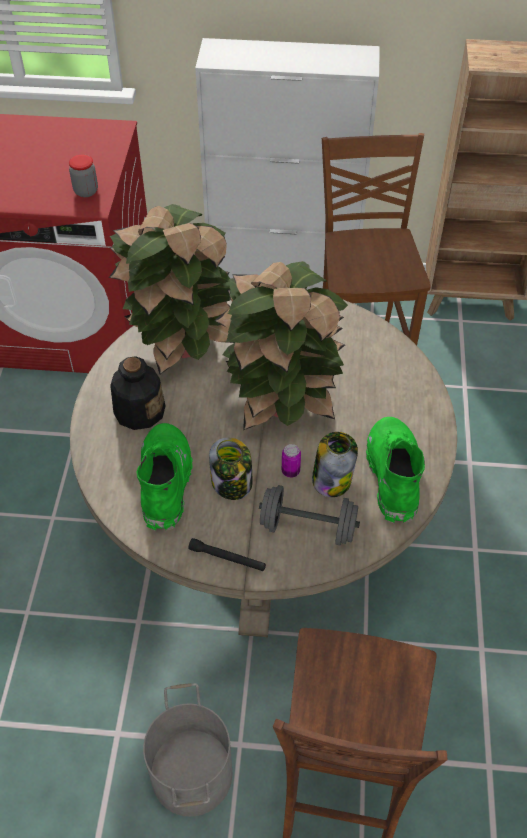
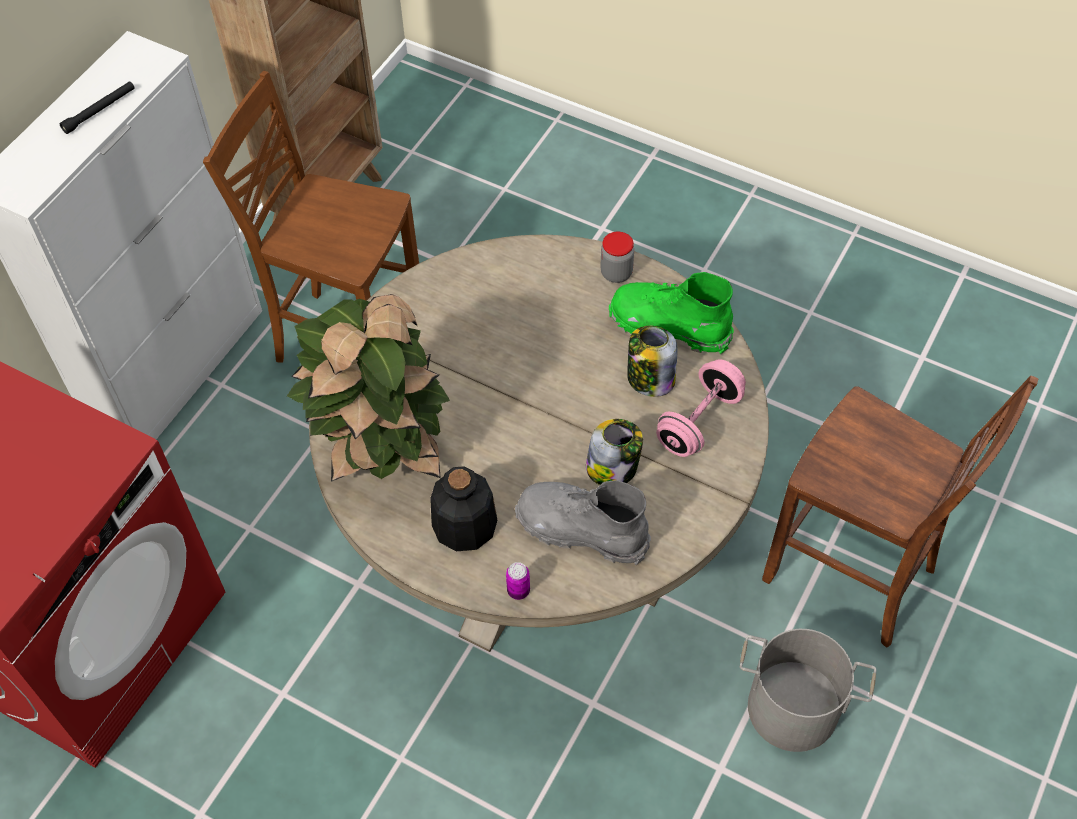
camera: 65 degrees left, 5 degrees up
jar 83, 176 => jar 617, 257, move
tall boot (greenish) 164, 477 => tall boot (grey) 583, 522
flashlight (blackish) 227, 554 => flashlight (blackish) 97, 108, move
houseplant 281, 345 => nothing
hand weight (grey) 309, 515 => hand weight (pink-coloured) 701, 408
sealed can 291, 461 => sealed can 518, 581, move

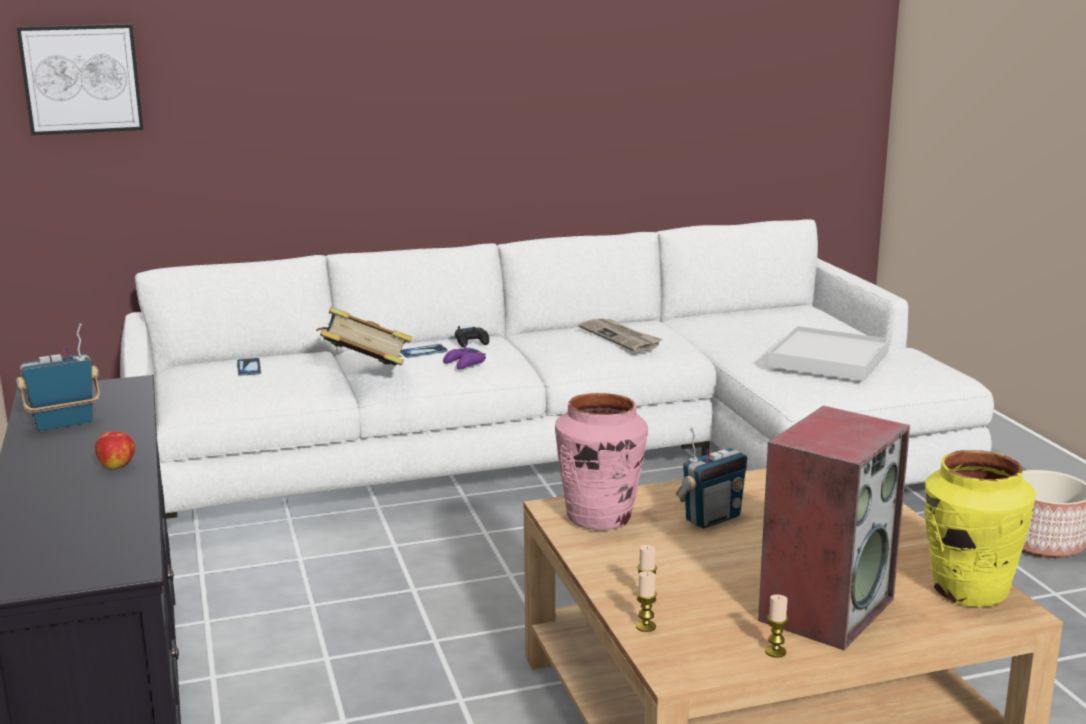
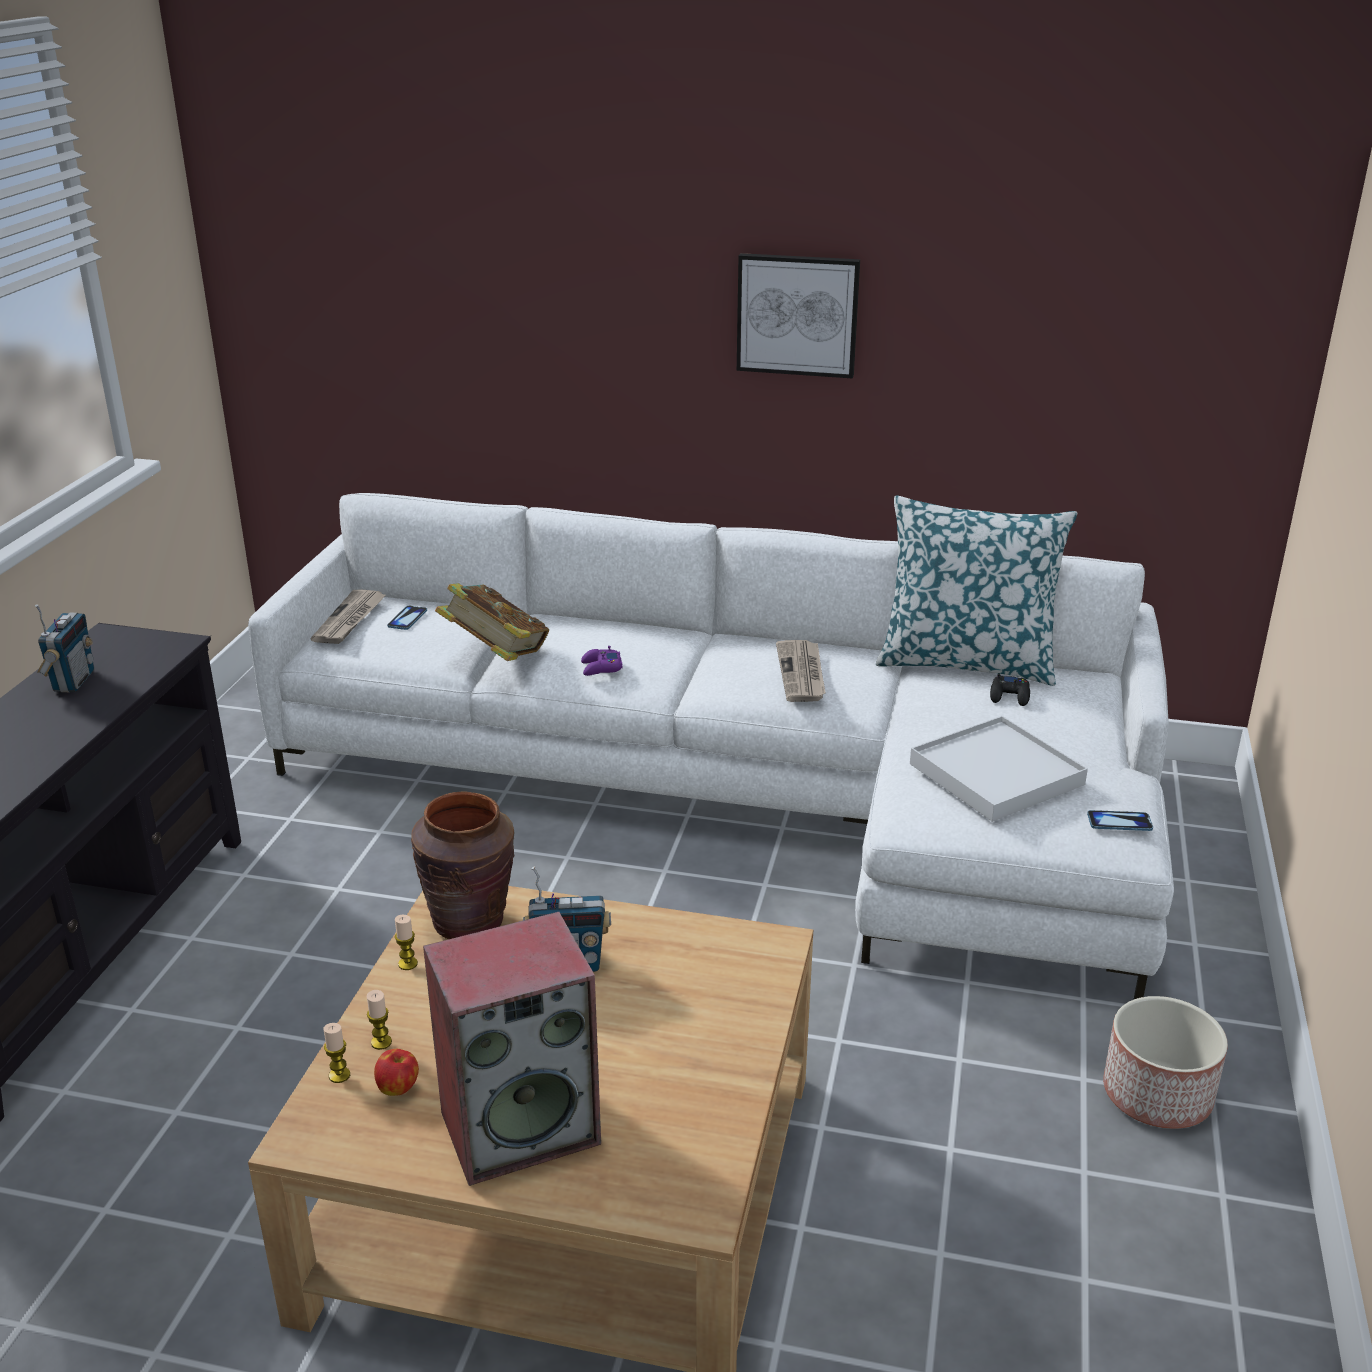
camera: 30 degrees right, 10 degrees up
radio 58, 377 => radio 64, 648, 90 degrees clockwise
wall art 80, 79 => wall art 798, 315, move
whole apple 115, 450 => whole apple 396, 1072, move
phone 423, 351 => phone 1120, 820, move
game controller (blackish) 472, 336 => game controller (blackish) 1010, 690, move
decorative vase (pink-coloured) 601, 461 => decorative vase (brown) 463, 865
candle 777, 626 => candle 406, 942, move
decorative vase (yellow-coloured) 979, 528 => nothing
nothing => newspaper 348, 617
nothing => throw pillow 976, 591

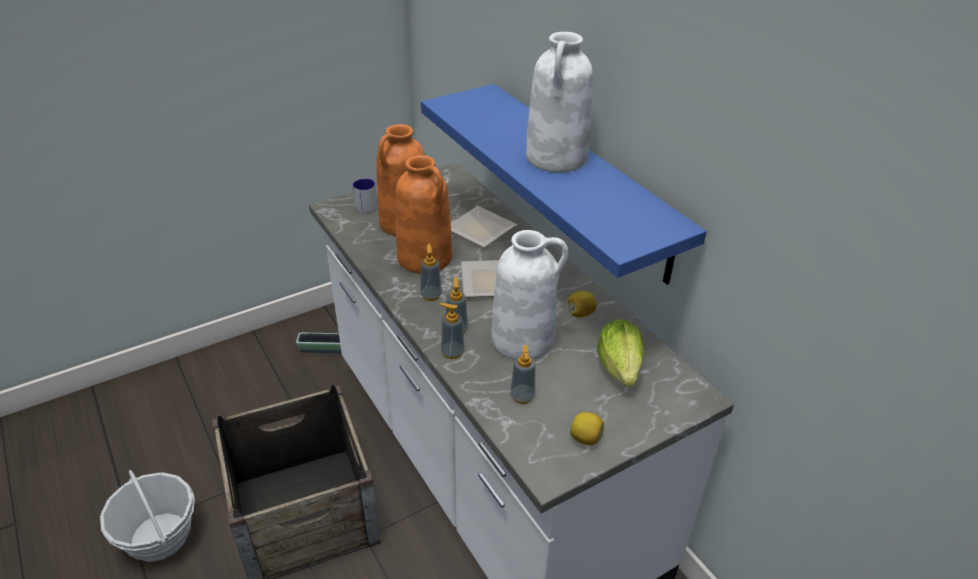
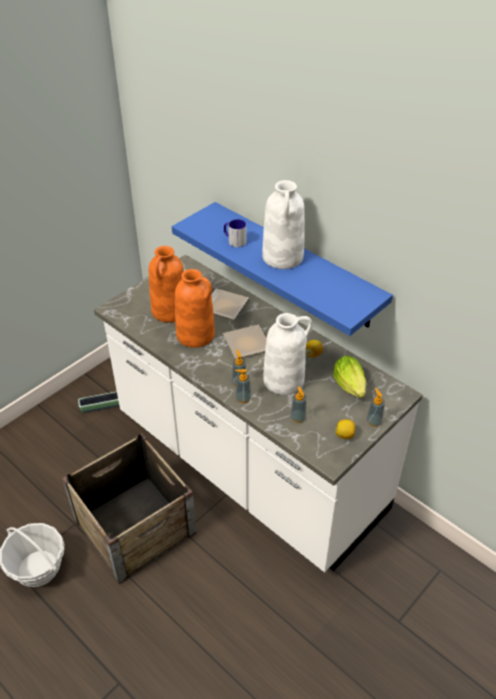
camera: 15 degrees left, 5 degrees up
mug 365, 196 => mug 235, 233, move
liquid soap bottle 431, 272 => liquid soap bottle 376, 407, move

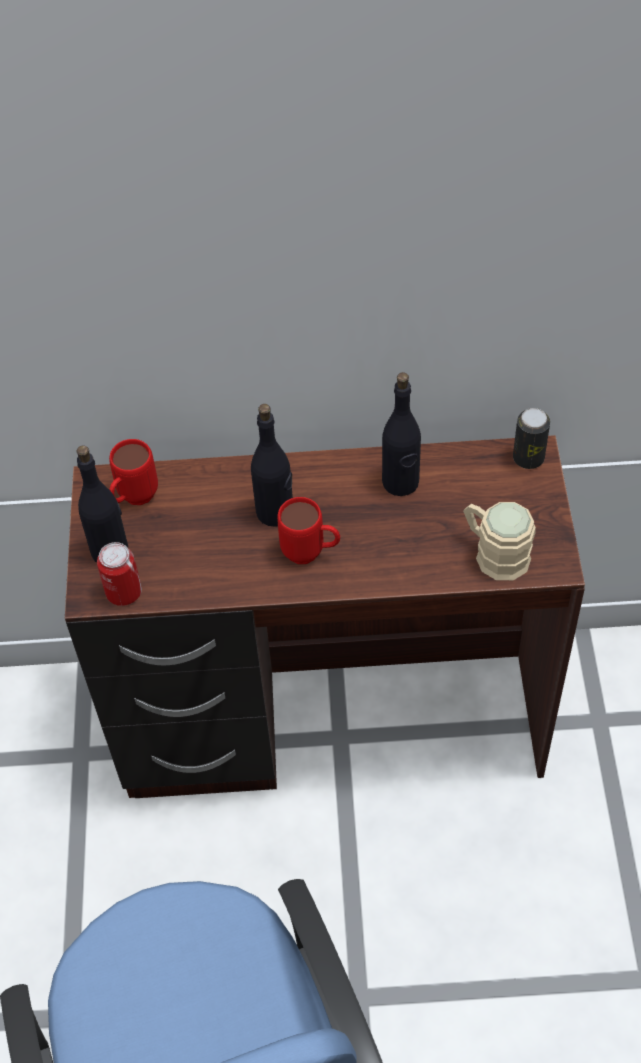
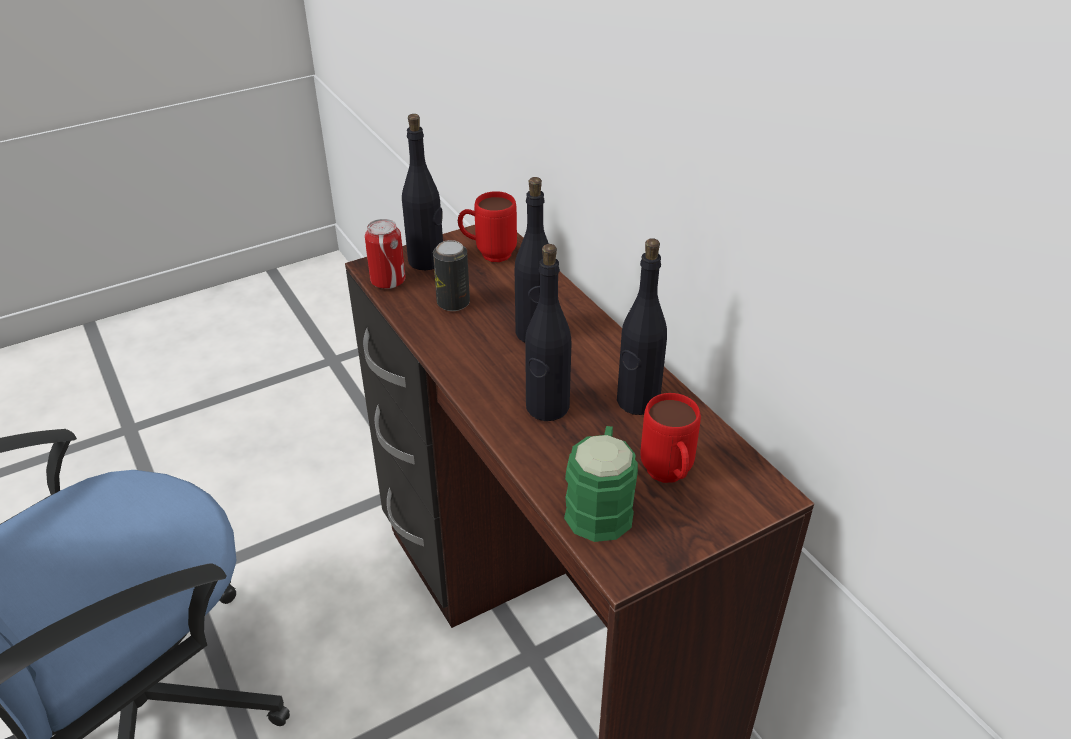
camera: 60 degrees right, 15 degrees down
mug (red-coloured) 308, 530 => mug (red-coloured) 670, 438, move
mug (beige) 499, 541 => mug (greenish) 601, 484
sealed can 531, 438 => sealed can 451, 275, move
nothing => drink bottle (blackish) 548, 332

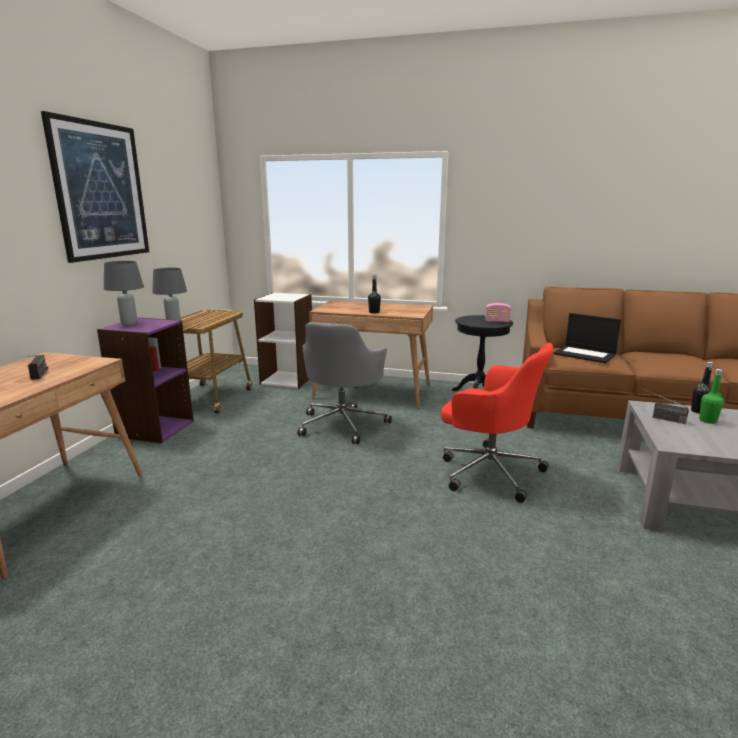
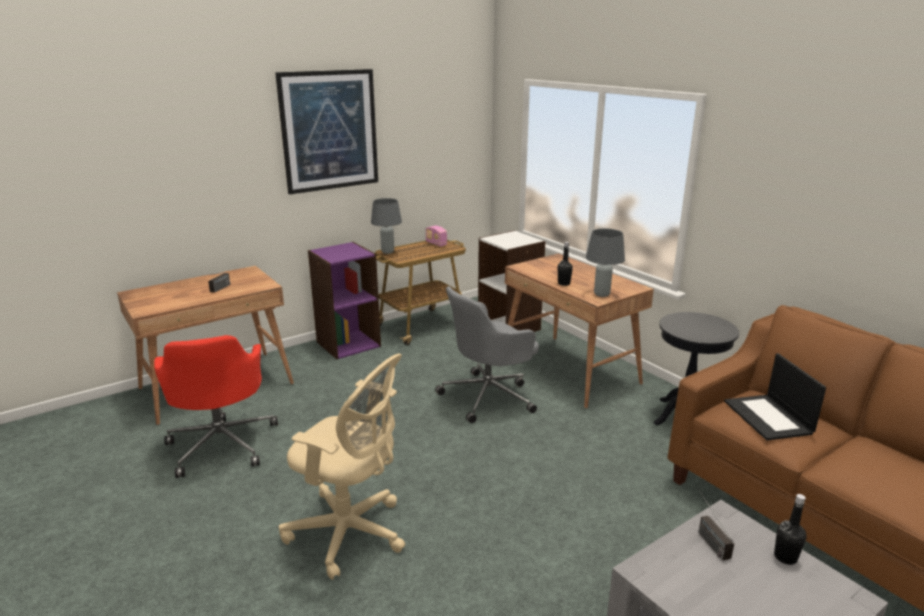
camera: 40 degrees right, 5 degrees up
tabletop lamp (grey) 124, 293 => tabletop lamp (grey) 605, 262, move
desk chair (red-coloured) 497, 423 => desk chair (red-coloured) 216, 406, move
radio 498, 312 => radio 436, 236, move
drink bottle (greenish) 711, 396 => nothing
nothing => desk chair (beige) 342, 467

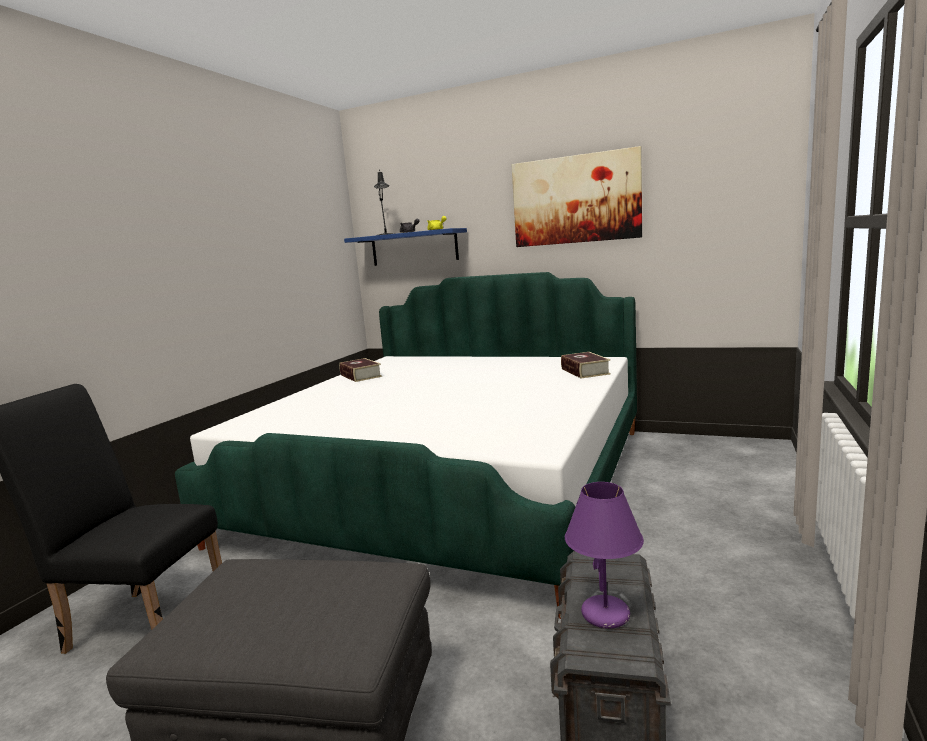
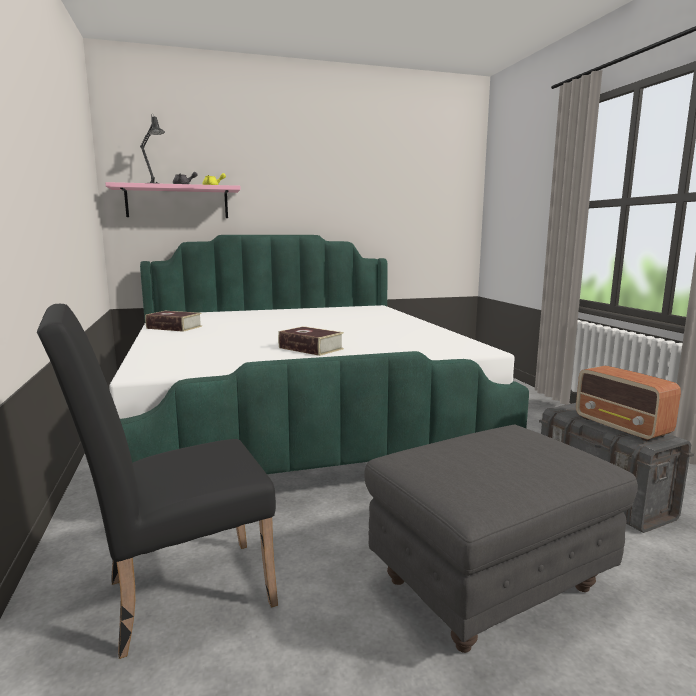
camera: 40 degrees left, 0 degrees up
shelf (blue-coloured) 405, 247 => shelf (pink-coloured) 173, 200
wall art 576, 196 => nothing
book 586, 365 => book 311, 341, move
tabletop lamp (purple-coloured) 604, 555 => radio 628, 403

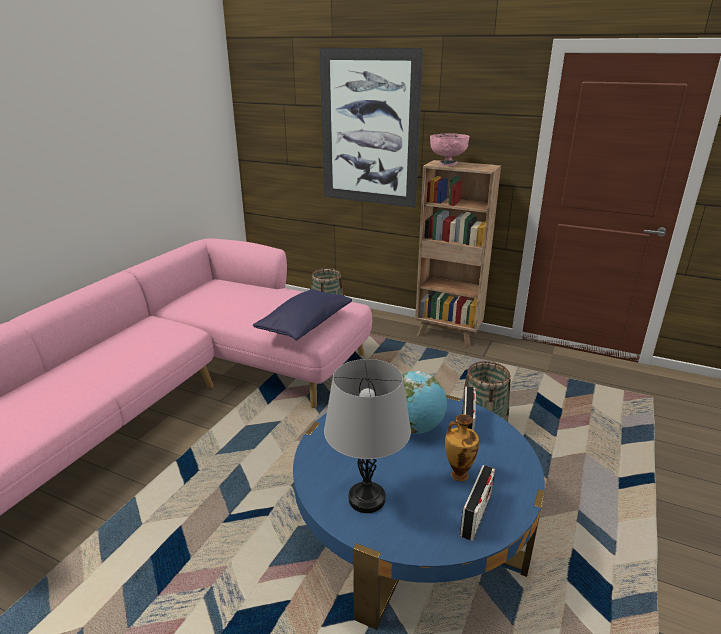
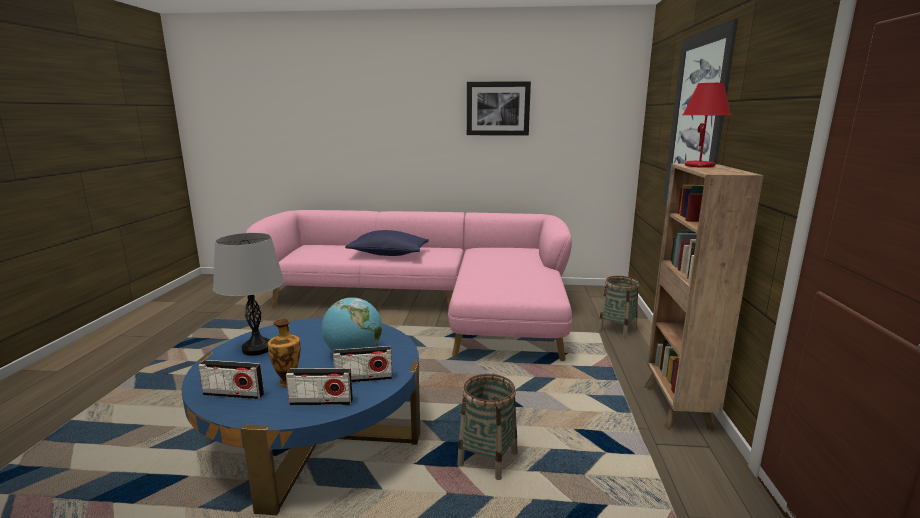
camera: 70 degrees right, 10 degrees down
throw pillow (blue-coloured) 302, 314 => throw pillow (blue-coloured) 387, 243, move
bowl (pink-coloured) 450, 149 => tabletop lamp (red-coloured) 707, 125
nothing => radio 319, 386
nothing => wall art 499, 108

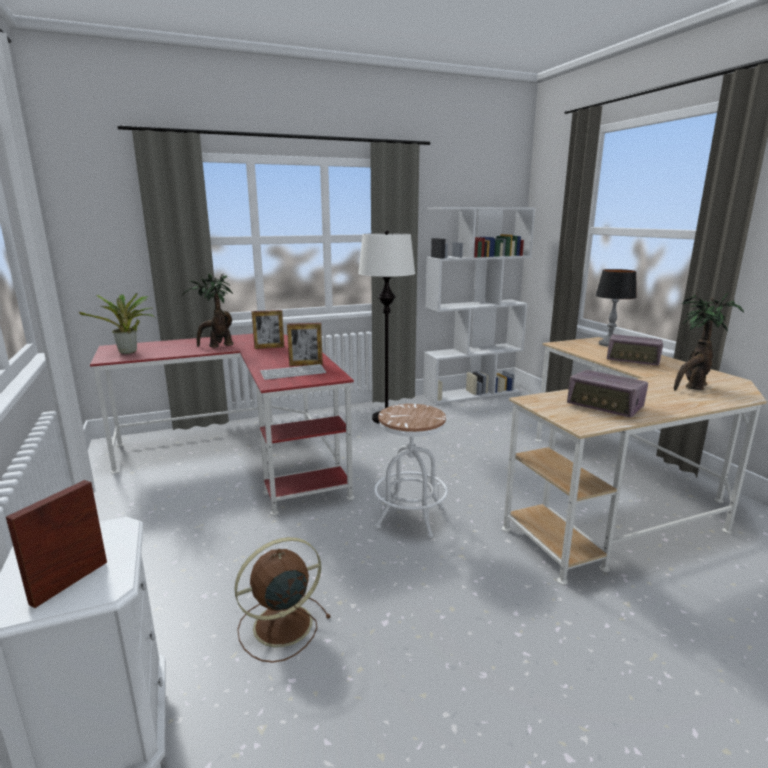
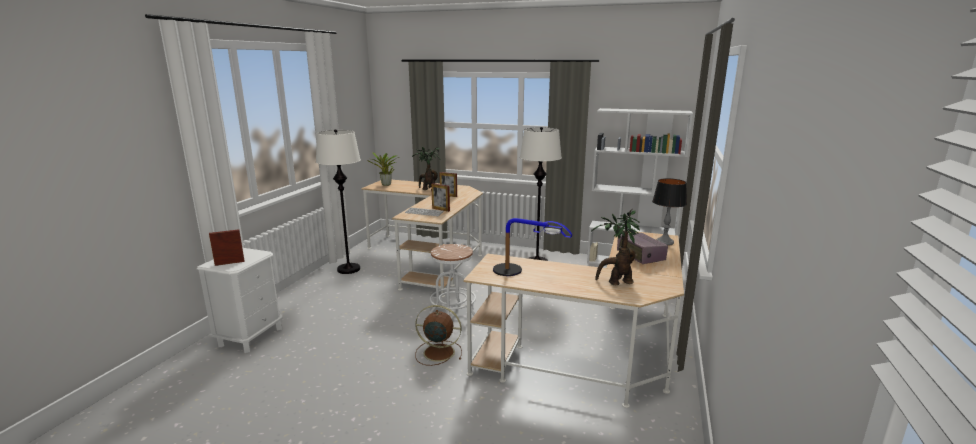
camera: 40 degrees right, 0 degrees up
desk table (red-coloured) 222, 424 => desk table (beige) 422, 238
electric fan (brown) 282, 600 => electric fan (brown) 438, 335, move
radio 607, 394 => tabletop lamp 532, 247
nothing => standard lamp (white) 338, 201

